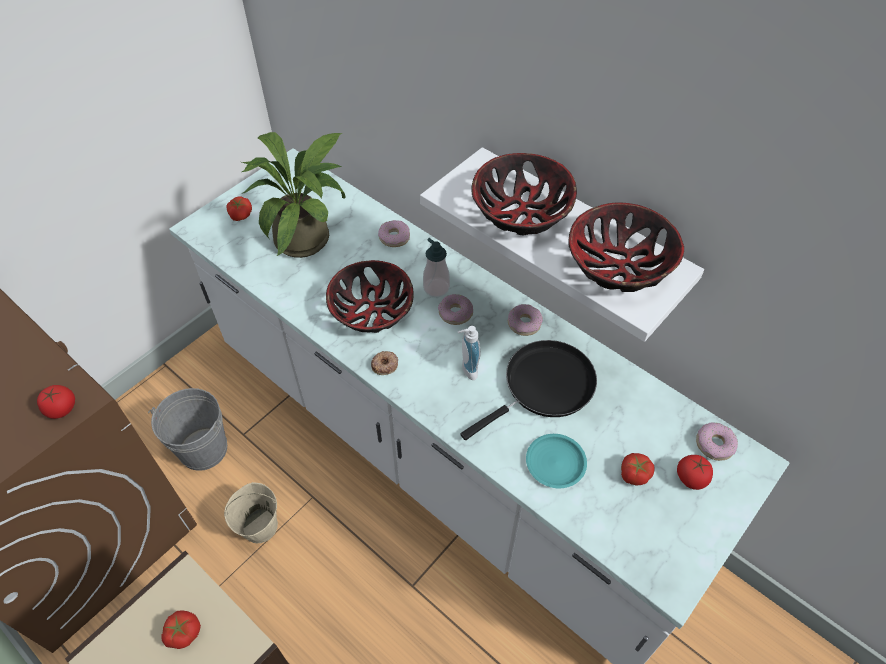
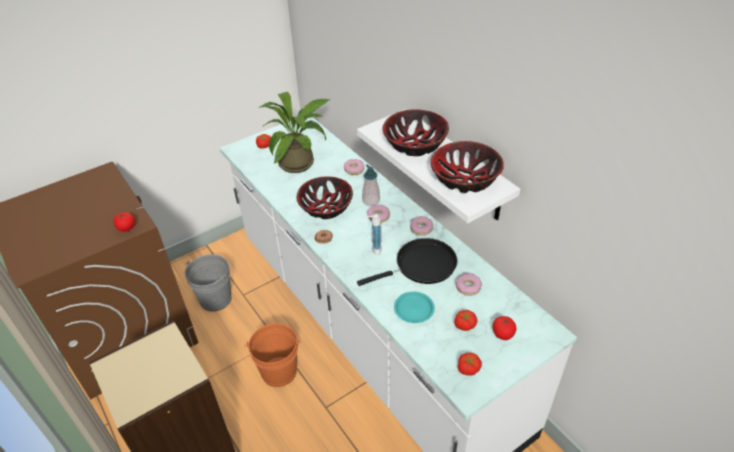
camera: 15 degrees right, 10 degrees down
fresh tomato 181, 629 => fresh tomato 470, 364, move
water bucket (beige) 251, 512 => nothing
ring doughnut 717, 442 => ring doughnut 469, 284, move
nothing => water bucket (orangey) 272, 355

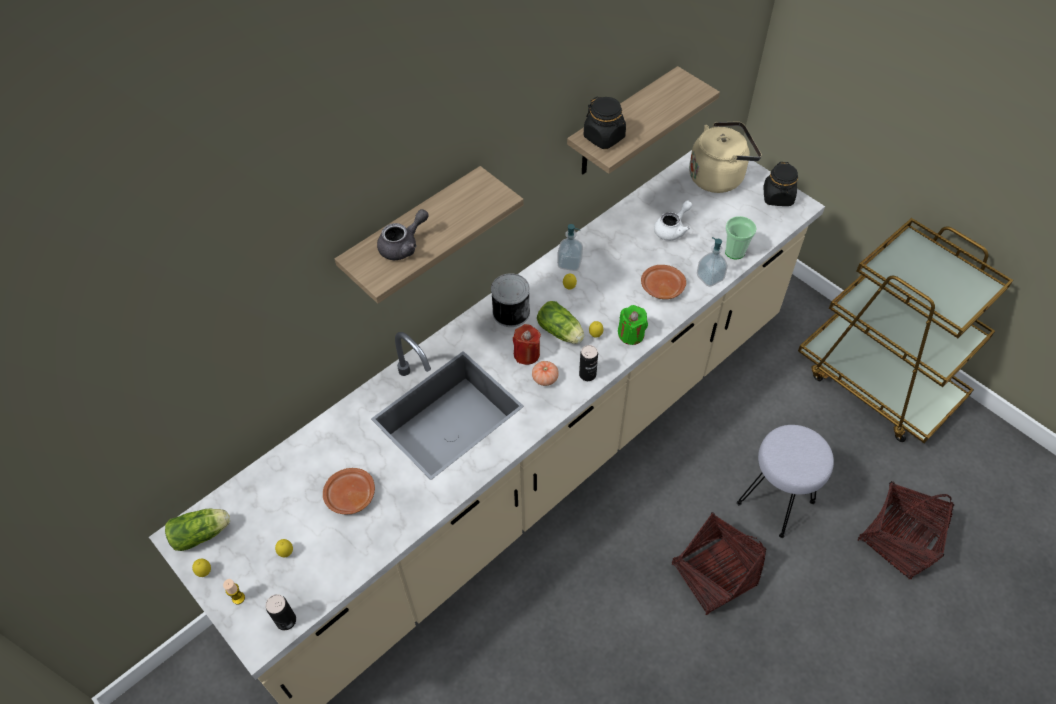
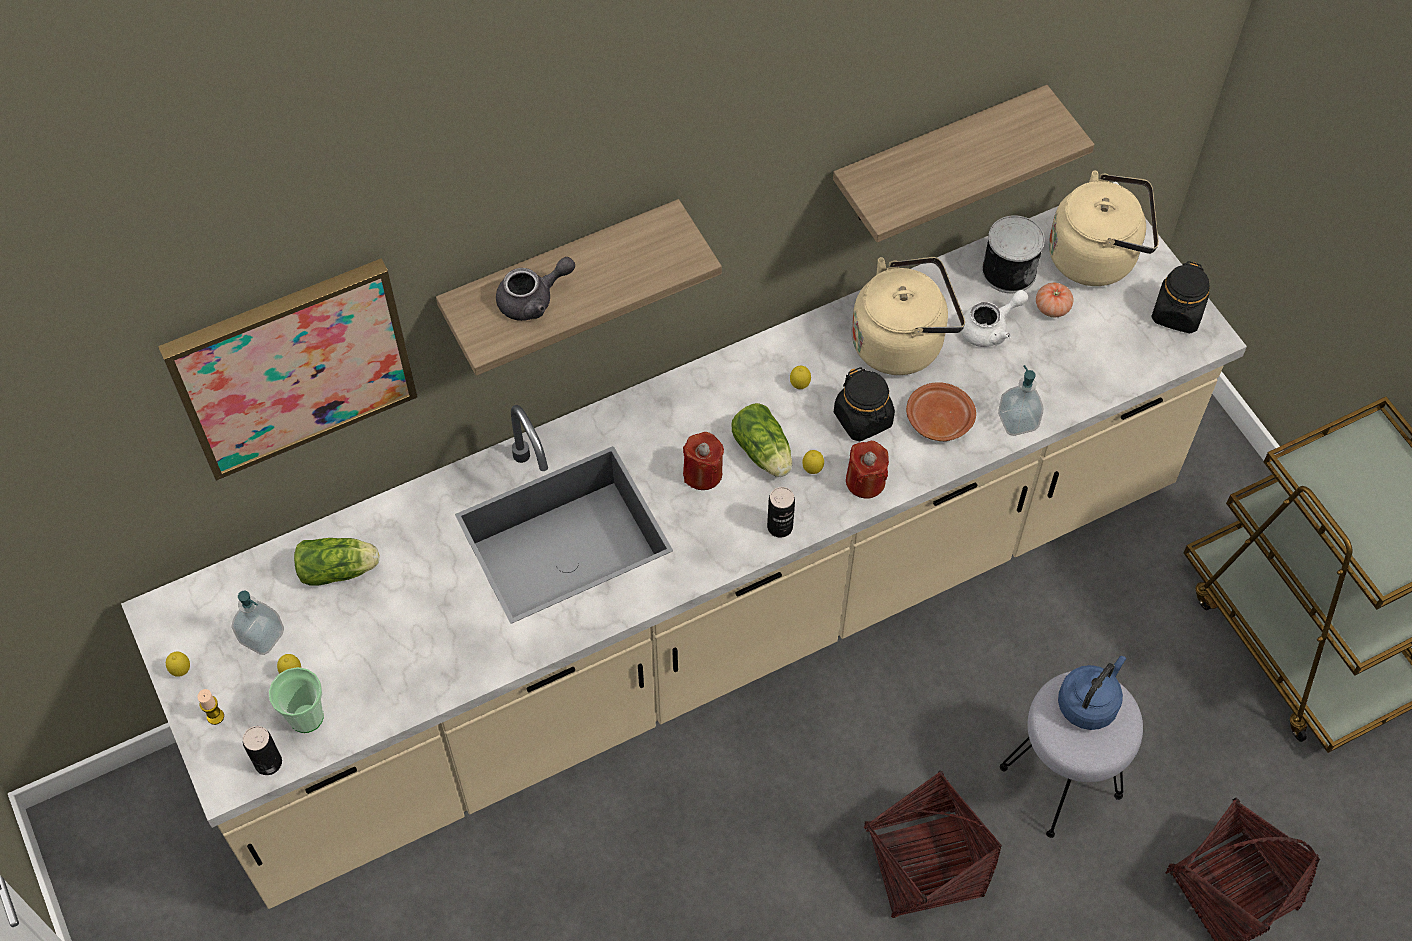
camera: 15 degrees right, 5 degrees up
head of lettuce 197, 530 => head of lettuce 337, 562, move
flat dish (brown) 349, 491 => nothing
sealed can 510, 300 => sealed can 1013, 254, move
fresh tomato 545, 373 => fresh tomato 1054, 300, move
liquid soap bottle 570, 247 => liquid soap bottle 257, 623, move
jar (blackish) 605, 122 => jar (blackish) 864, 404, move
candle (greenish) 633, 325 => candle (red-coloured) 867, 470
drinking cup 741, 237 => drinking cup 296, 700, move
nothing => wall art 288, 369
nothing => tea kettle (beige) 908, 316
nothing => tea kettle (blue-coloured) 1092, 693

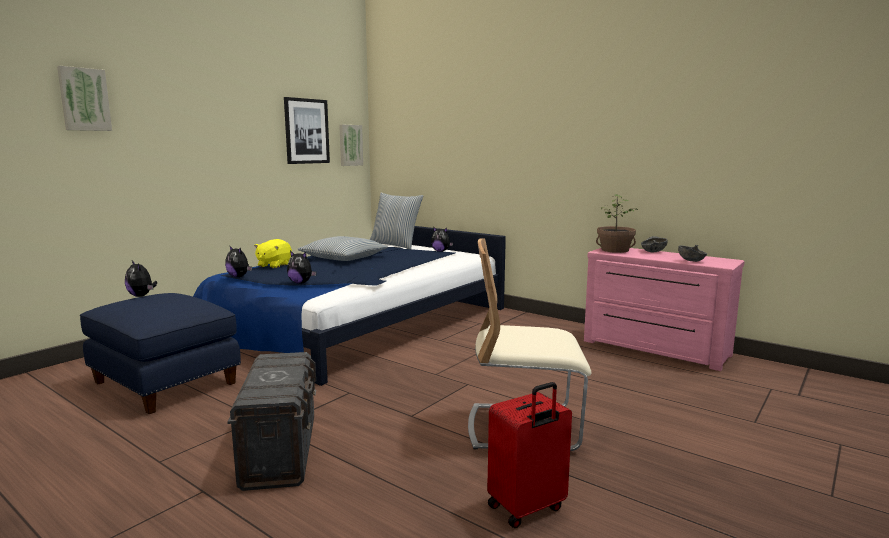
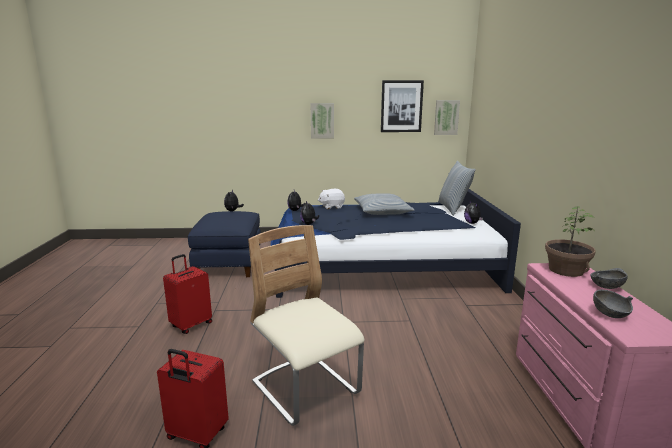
camera: 50 degrees right, 5 degrees up
wall art 84, 98 => wall art 322, 120, move
storage container (grey) 271, 421 => suitcase (red-coloured) 187, 294
plush toy (yellow-coloured) 273, 253 => plush toy (white) 331, 199

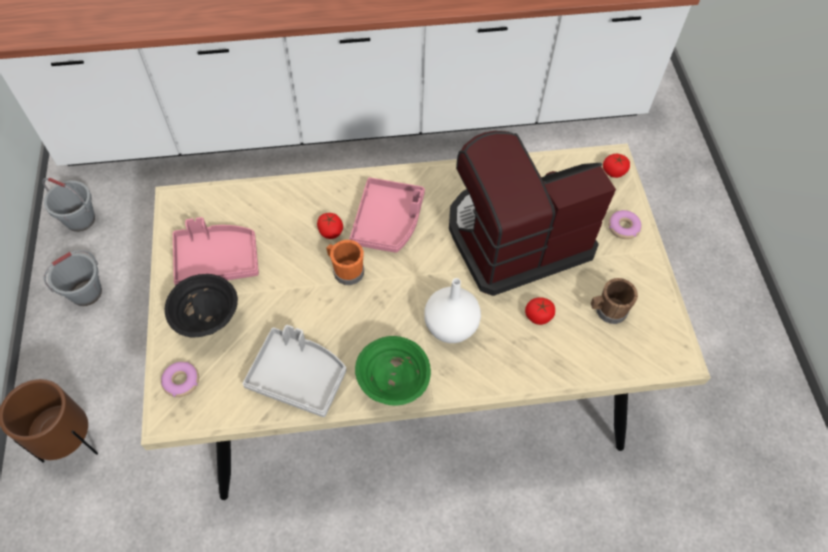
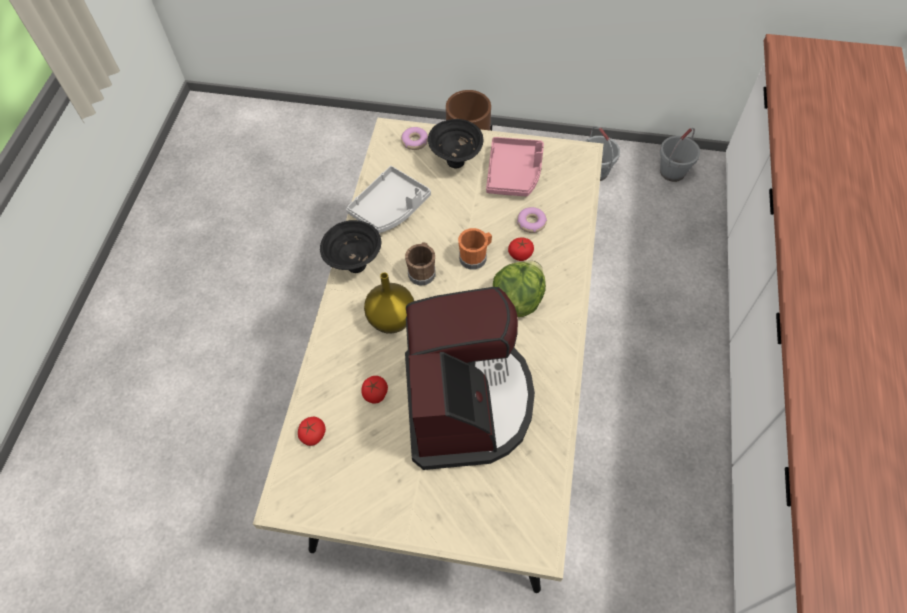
camera: 110 degrees right, 0 degrees up
carrying tray (pink-coloured) 387, 215 => head of lettuce 519, 289
bowl (greenish) 393, 371 => bowl (blackish) 350, 246
decorative vase (white) 452, 310 => decorative vase (yellow-coloured) 389, 303
mug (brown) 614, 301 => mug (brown) 420, 263, move
fresh tomato 616, 166 => fresh tomato 312, 431, move
ring doughnut 625, 224 => ring doughnut 532, 220, move

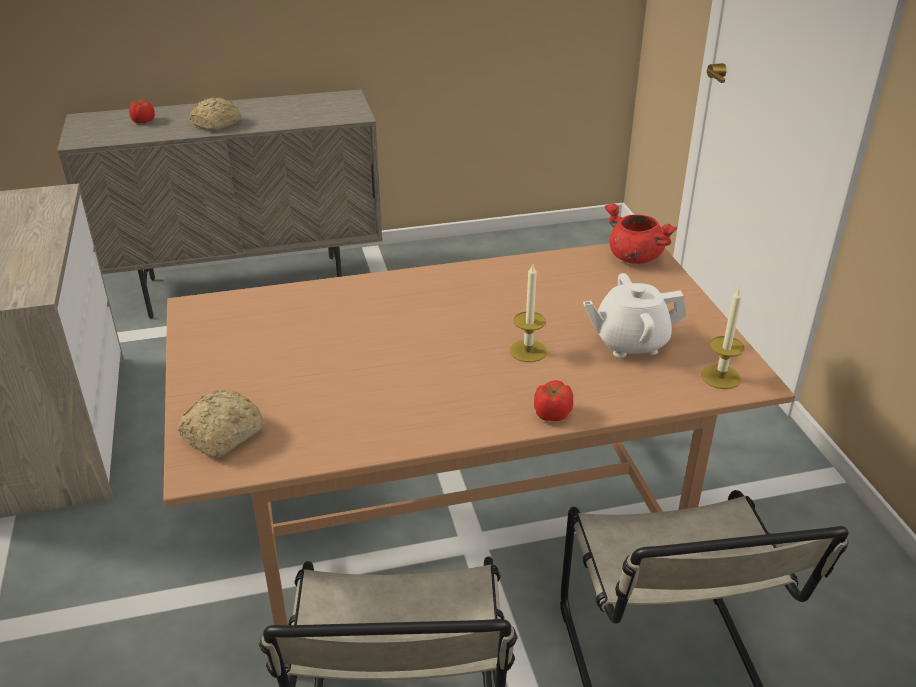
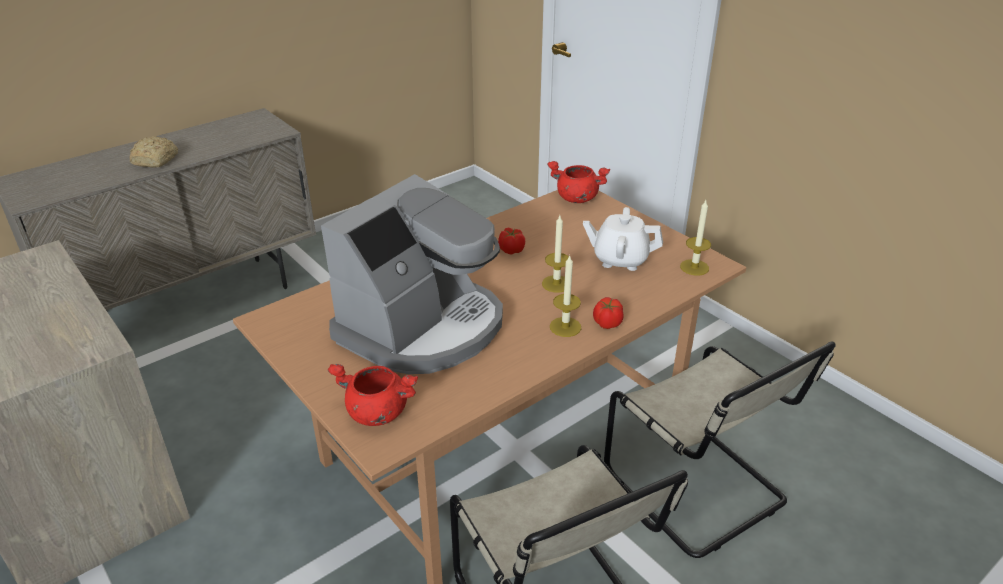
camera: 25 degrees left, 0 degrees up
fresh tomato 142, 111 => fresh tomato 511, 241, move
baked bread 221, 424 => cooking pot (red-coloured) 372, 395
teapot (white) 634, 315 => teapot (white) 623, 239, 45 degrees clockwise
nothing => coffee maker 412, 274
nothing => candle 565, 296

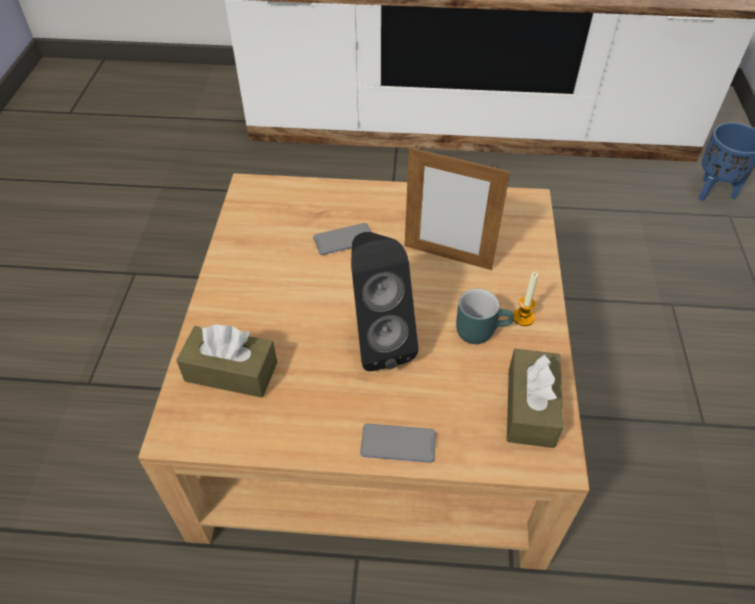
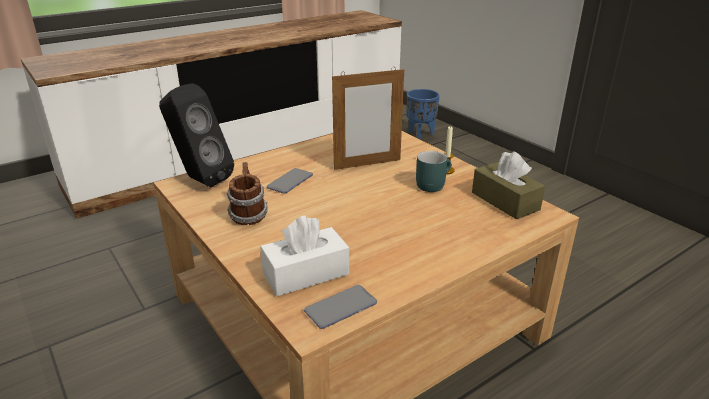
camera: 40 degrees left, 20 degrees down
tissue box (brown) 226, 361 => tissue box (white) 304, 255
audio speaker (blackish) 385, 301 => audio speaker (blackish) 196, 135, move
phone 398, 443 => phone 340, 307, move
nothing => mug 247, 193

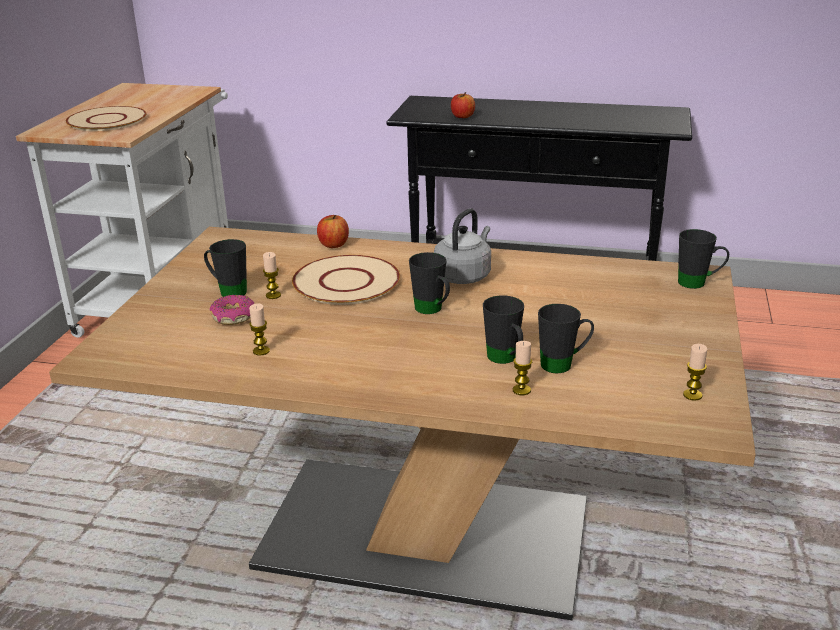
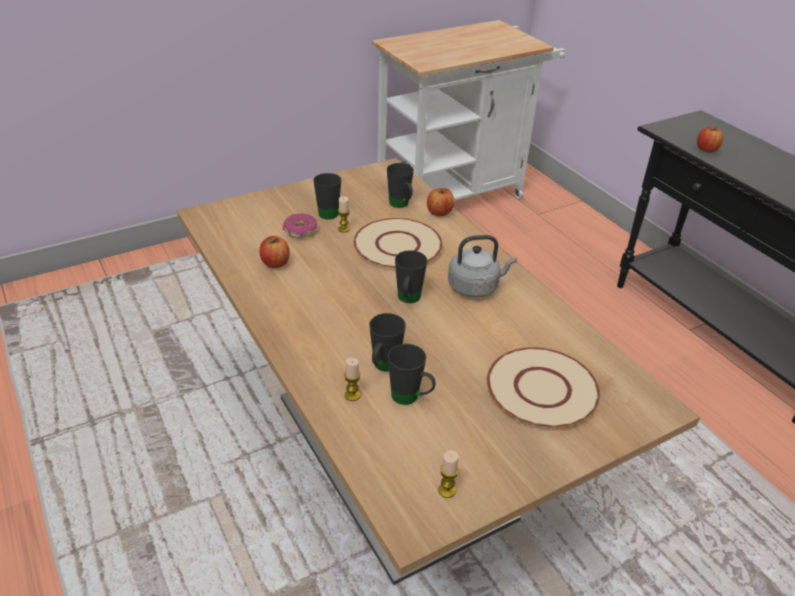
camera: 45 degrees right, 10 degrees up
flat dish (beige) 106, 118 => flat dish (beige) 543, 387, move
candle 259, 329 => whole apple 274, 252
mug (blackish) 703, 259 => mug (blackish) 400, 185, move

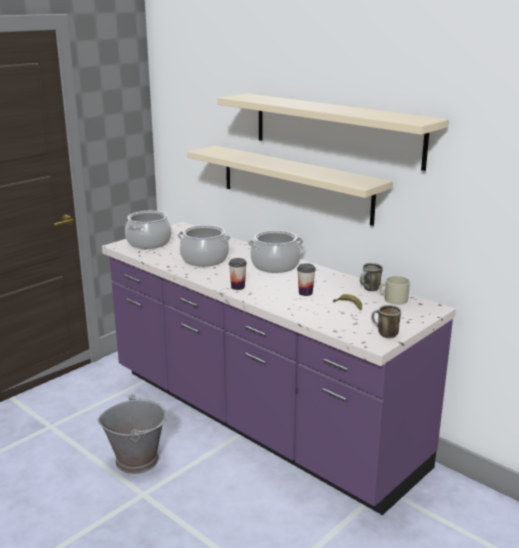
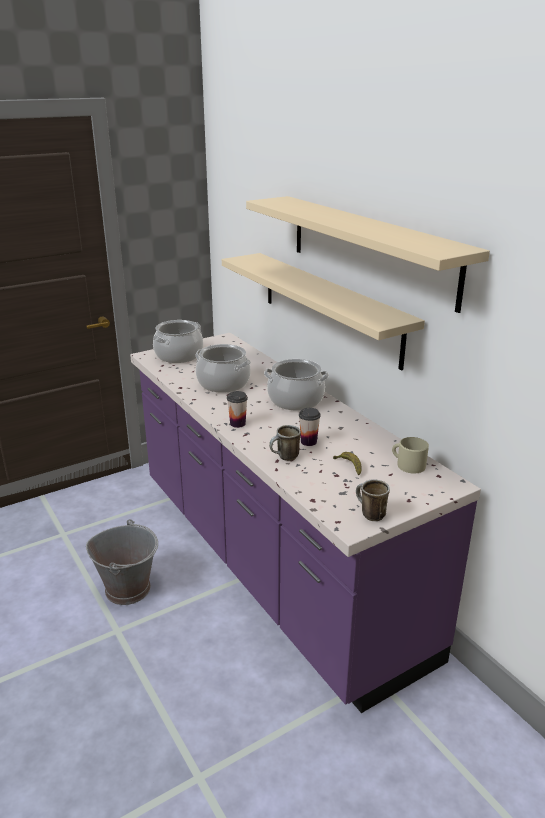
camera: 15 degrees right, 5 degrees up
mug 371, 277 => mug 285, 443, move

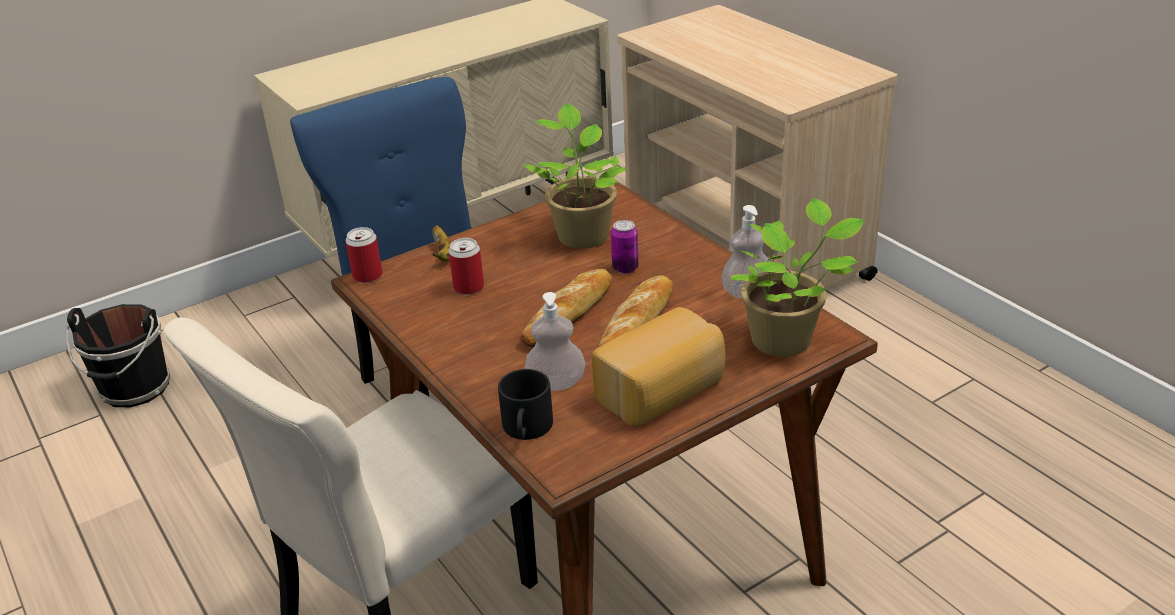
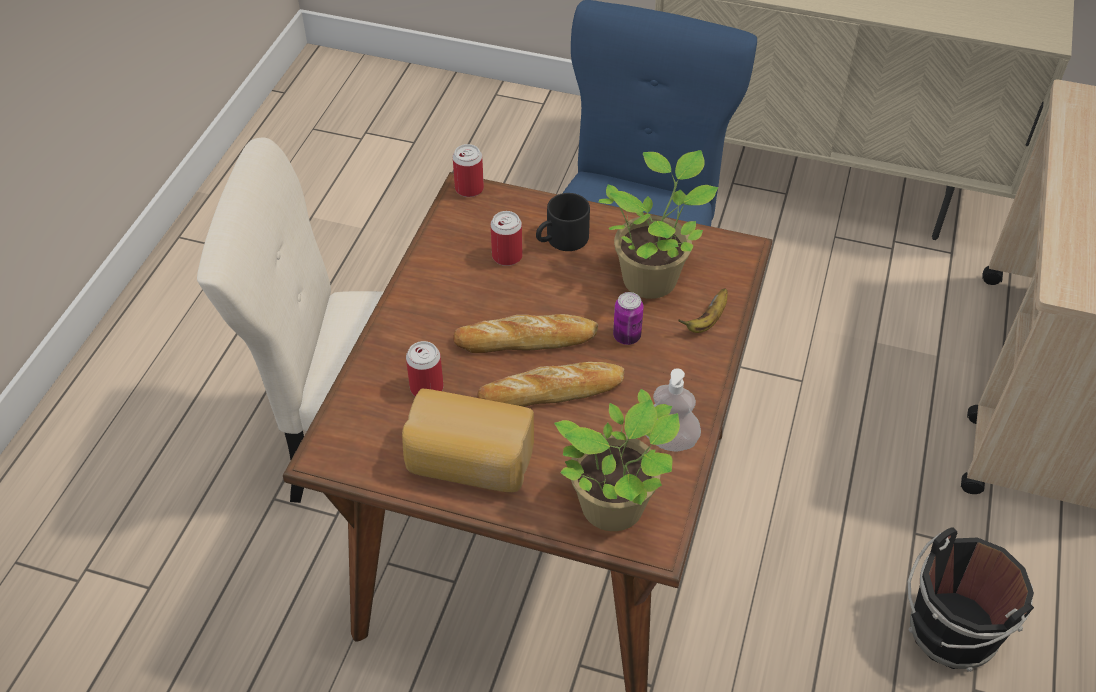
camera: 50 degrees right, 15 degrees up
water bucket (blackish) 118, 355 => water bucket (blackish) 971, 599, move
banana 441, 243 => banana 703, 310, move
mug (blackish) 525, 404 => mug (blackish) 563, 222, move
liquid soap bottle 554, 341 => sealed can 425, 368

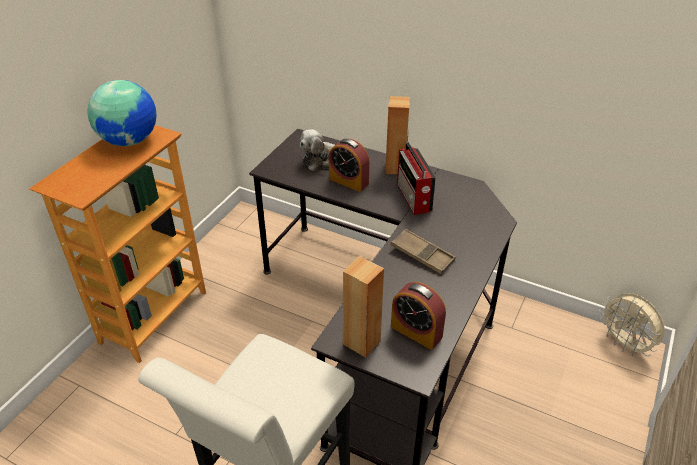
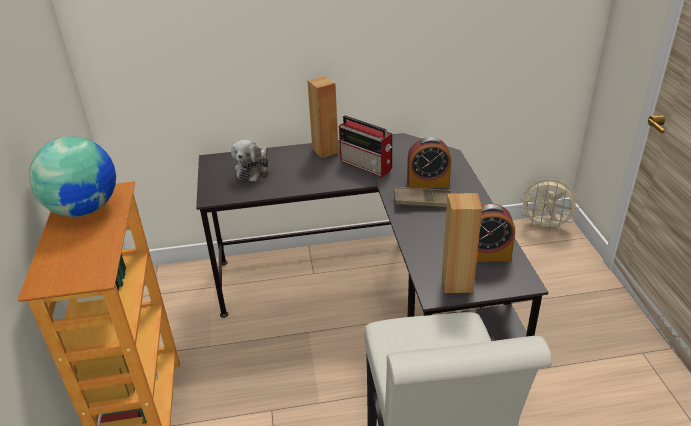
camera: 35 degrees left, 5 degrees down
alarm clock 349, 165 => alarm clock 429, 162, move

